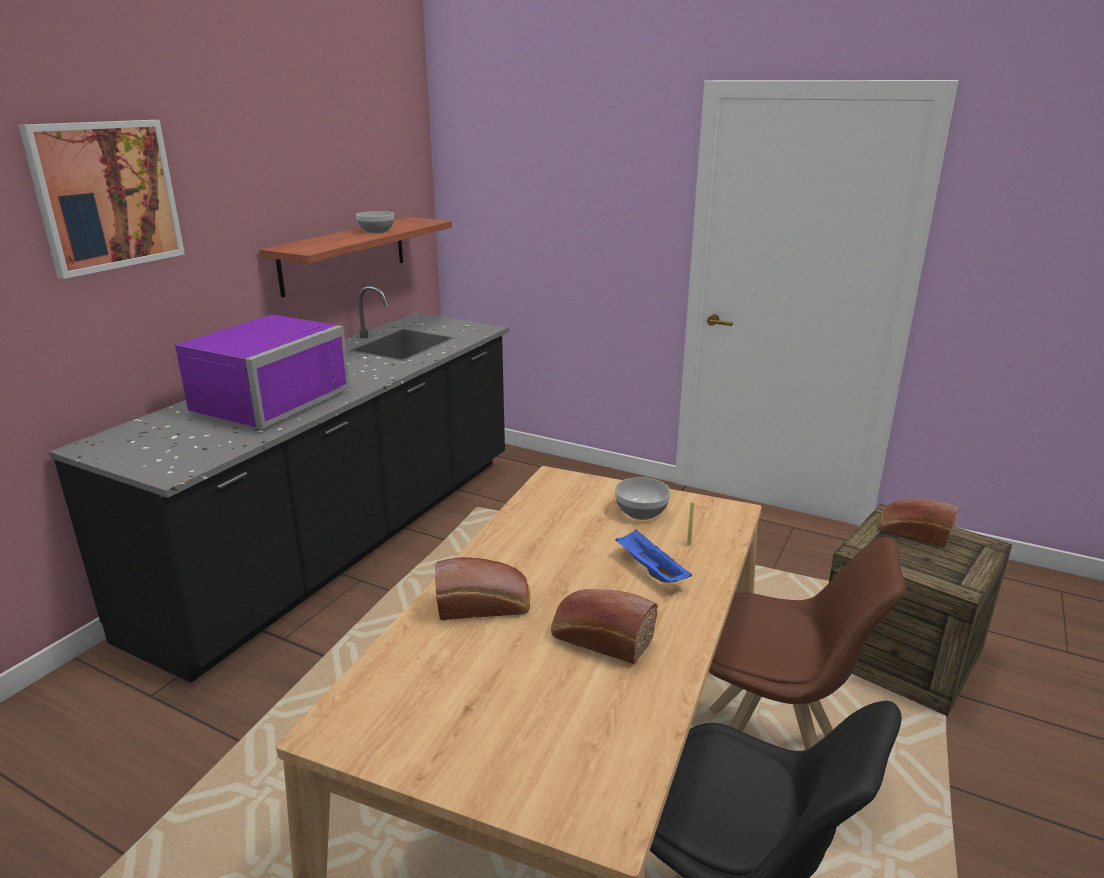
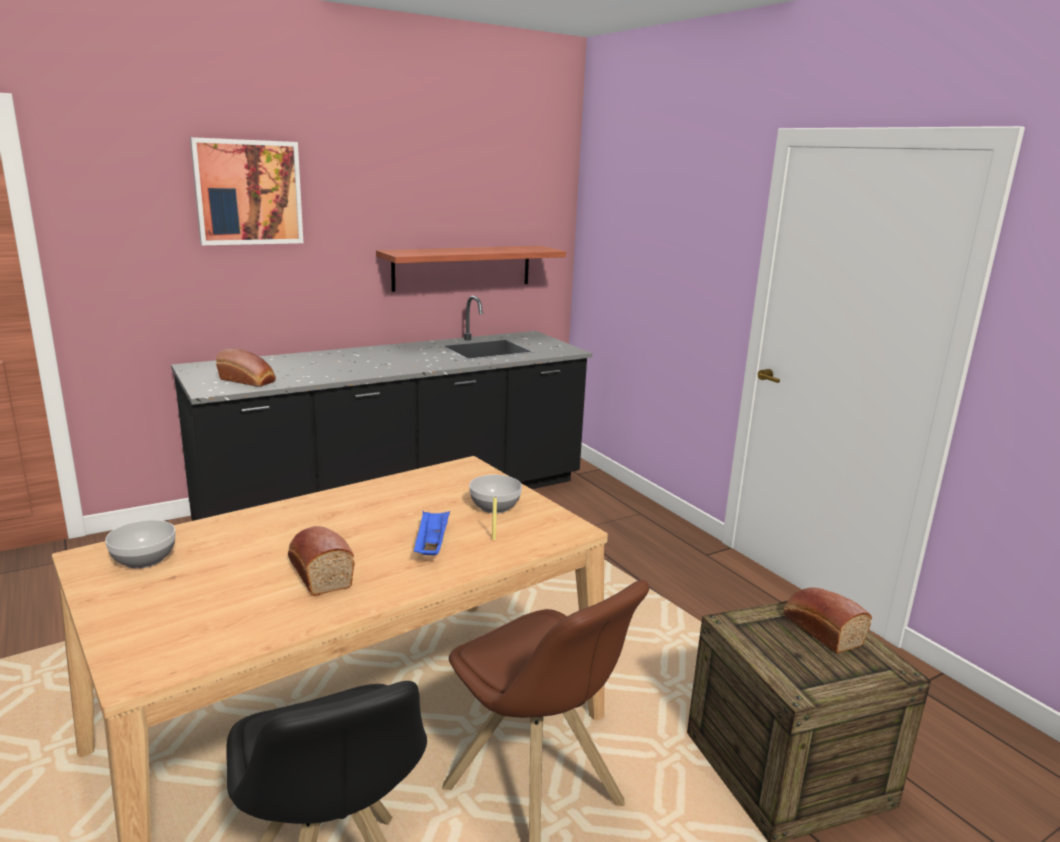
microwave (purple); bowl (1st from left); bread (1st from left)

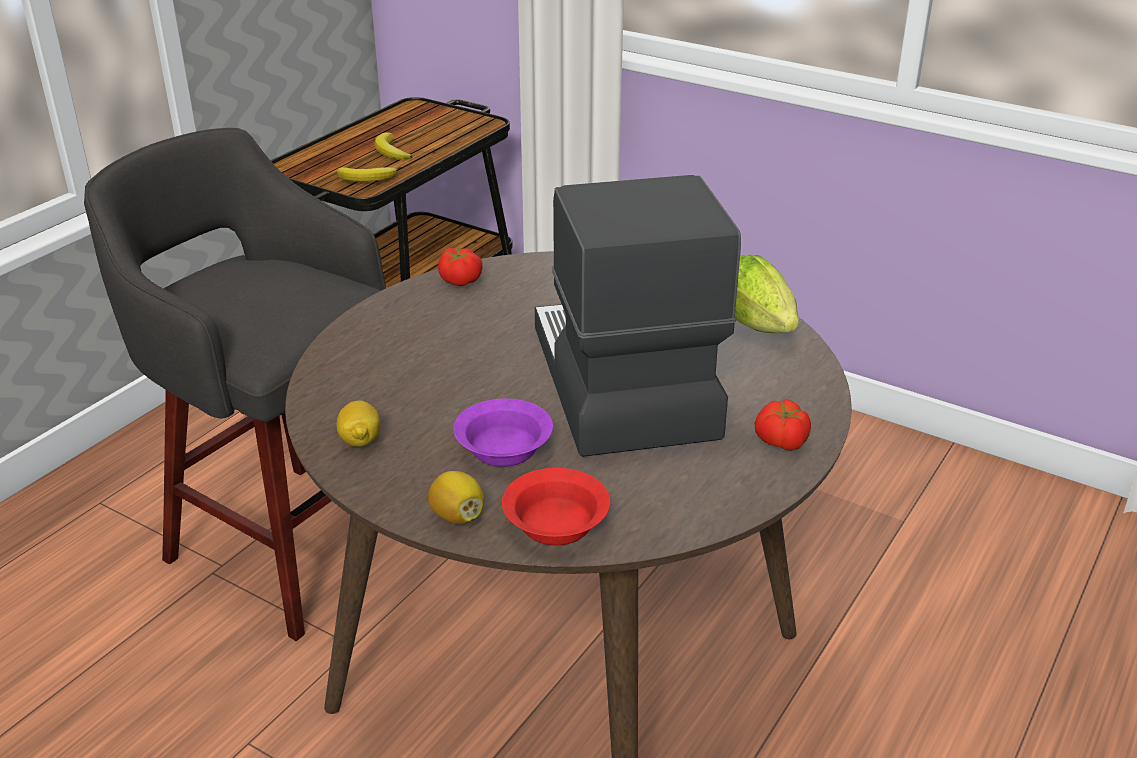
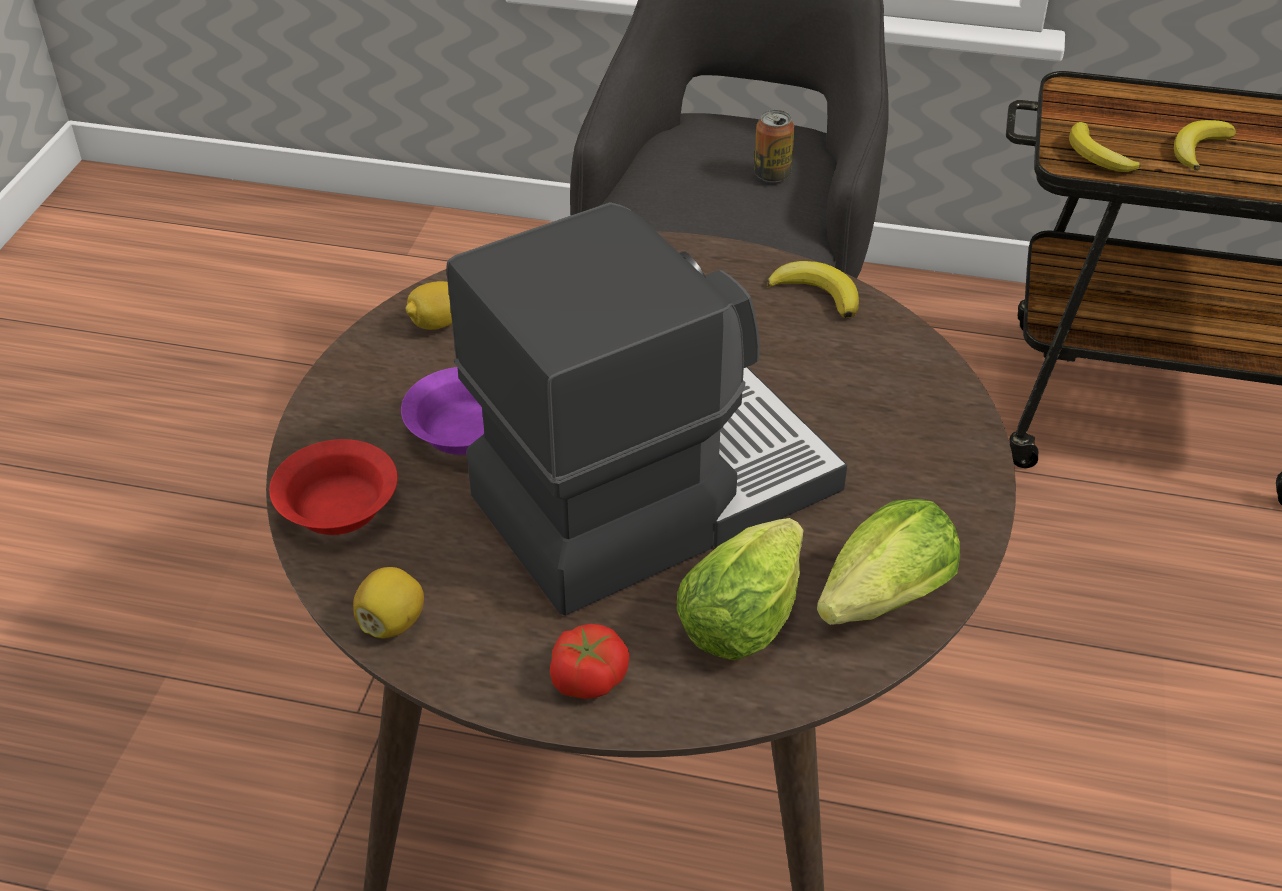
lemon (1st from left); banana (1st from left); lettuce (1st from left); can

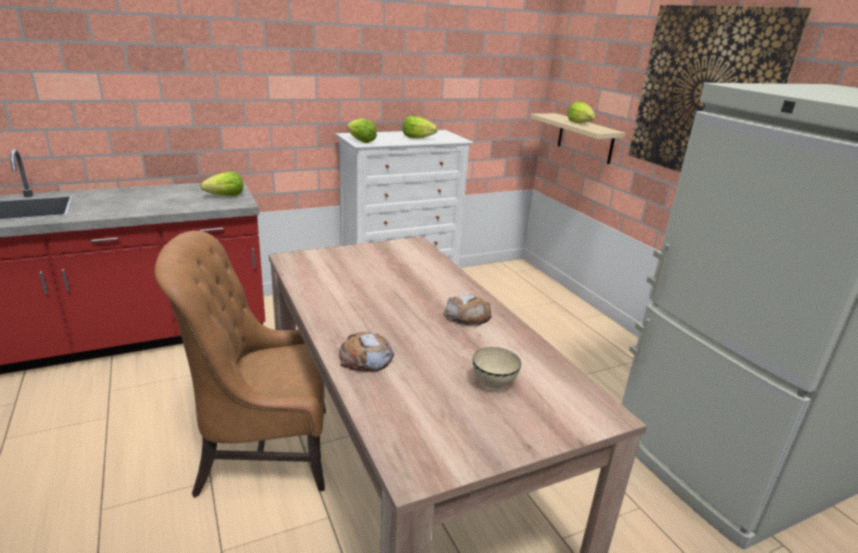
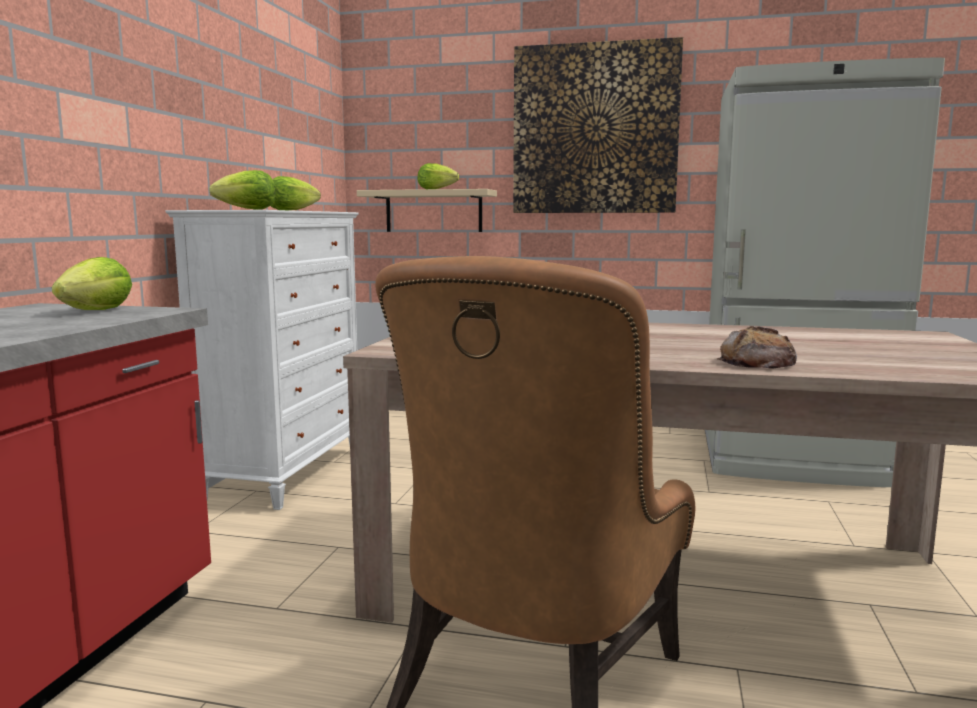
bread (2nd from left in the first image); bowl (beige)

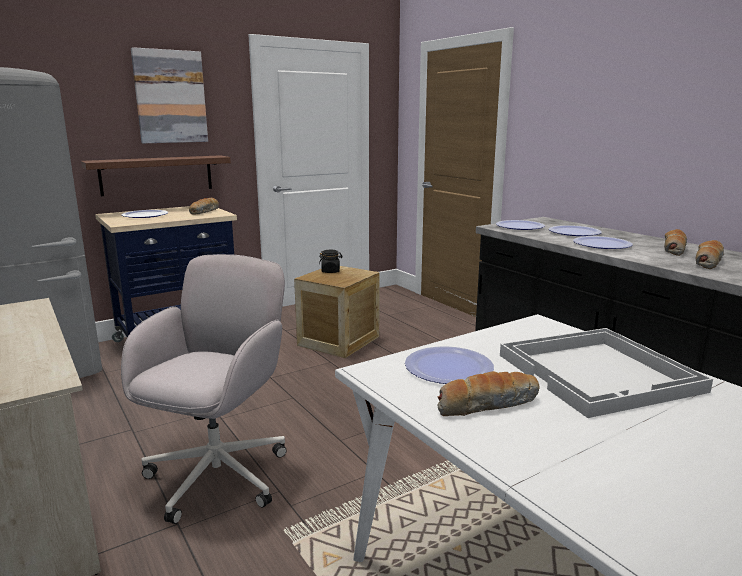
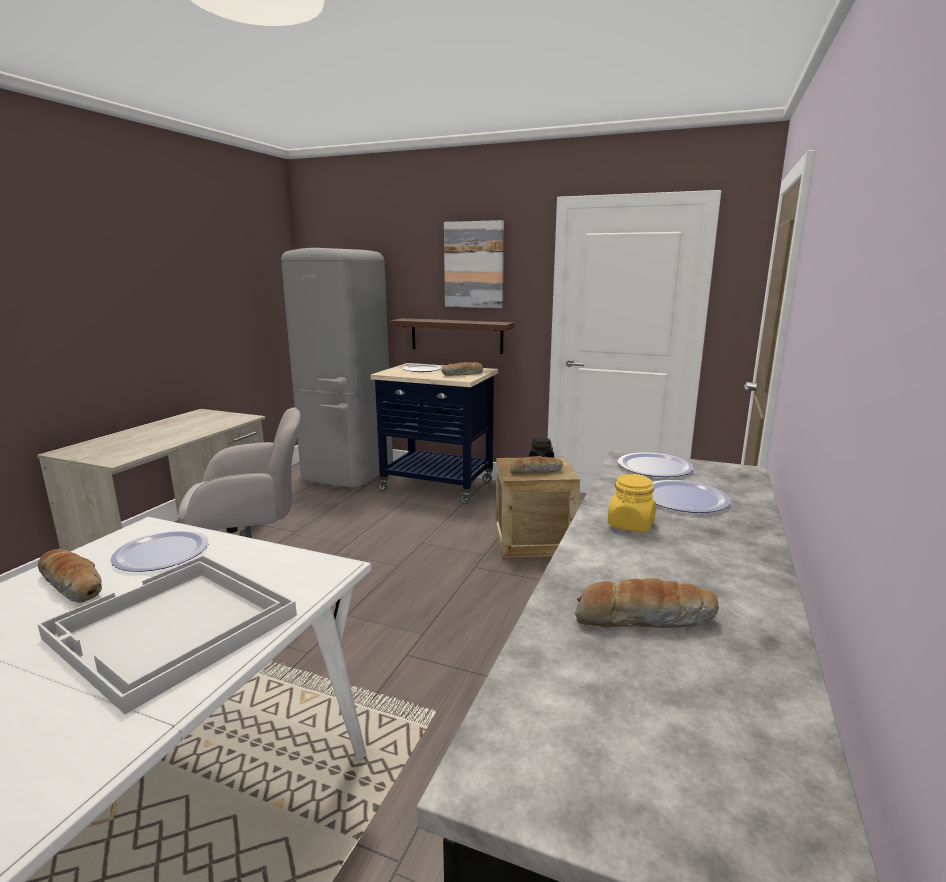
jar (yellow); bread (3rd from left)

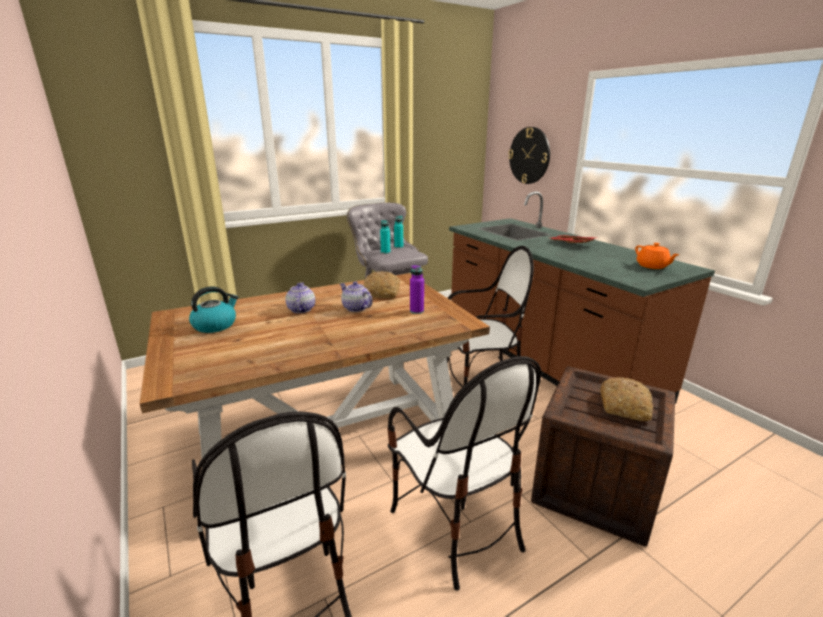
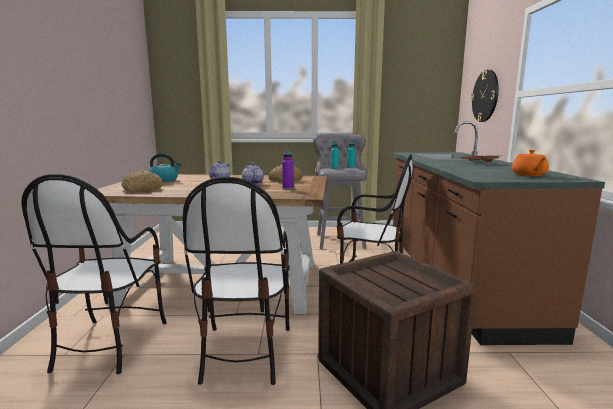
bread (1st from left)

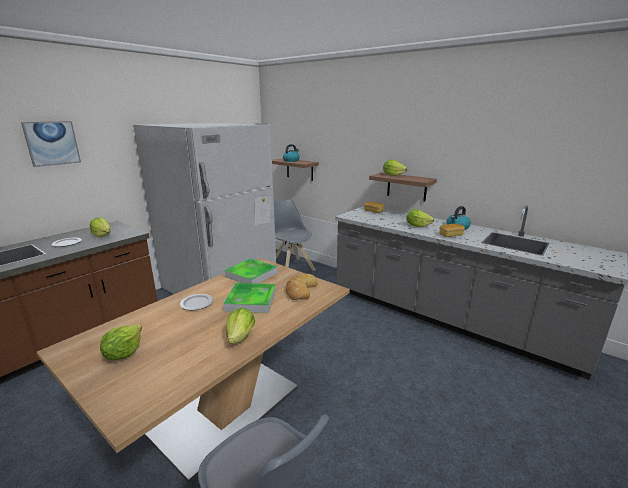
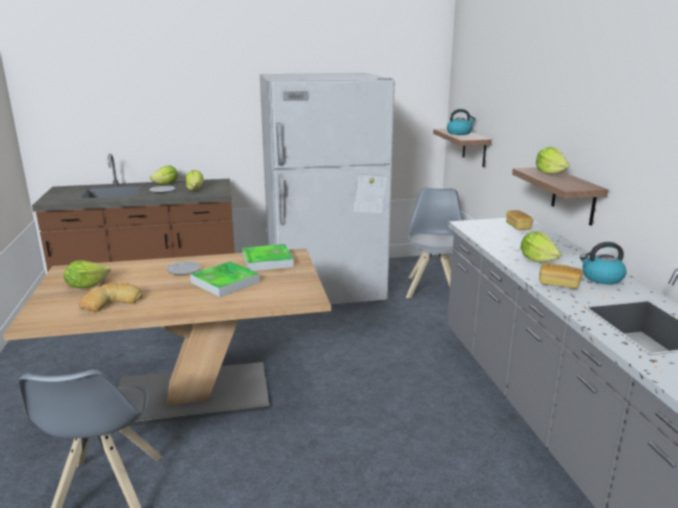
picture; lettuce (2nd from left); bread (1st from left)

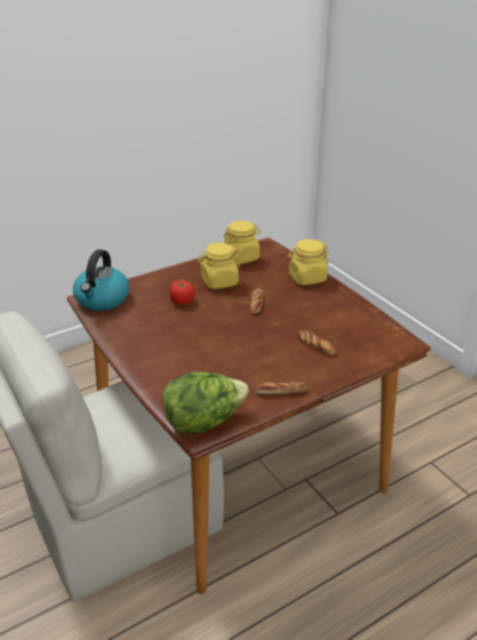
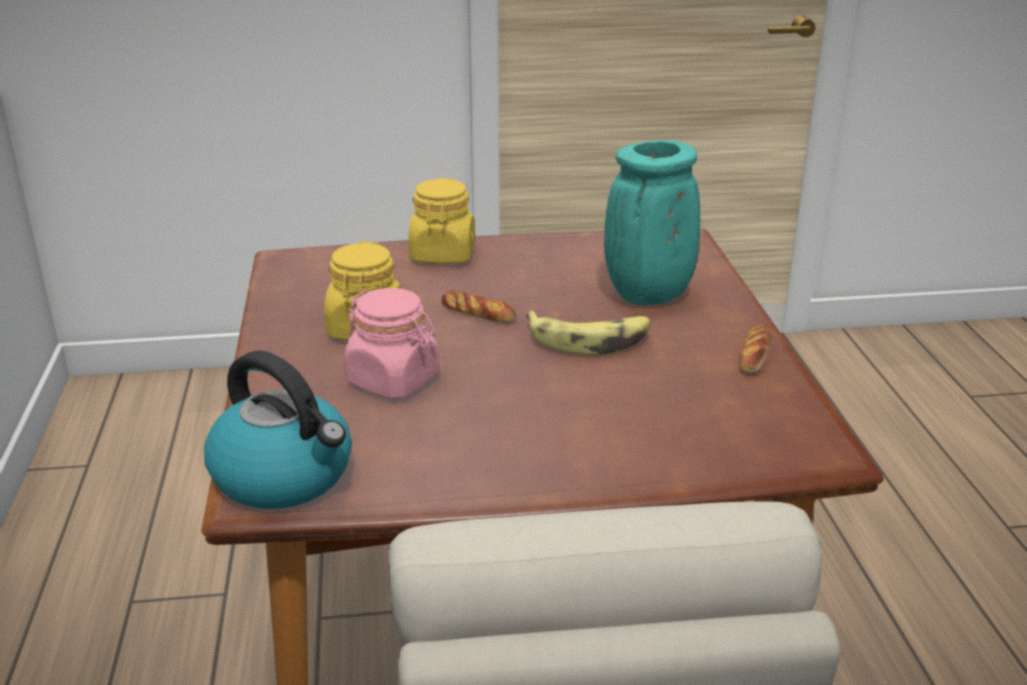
lettuce; jar (pink); jar (yellow) (2nd from left in the first image); vase (turquoise); banana

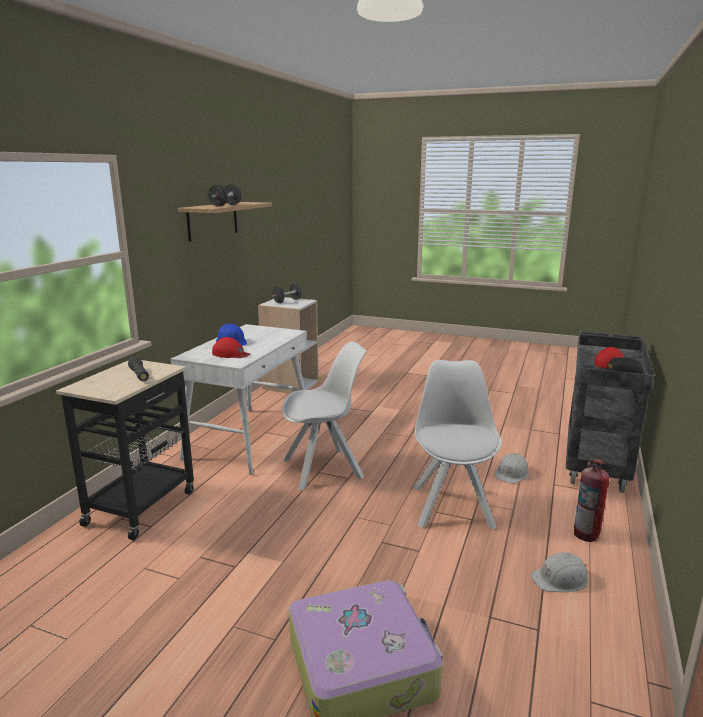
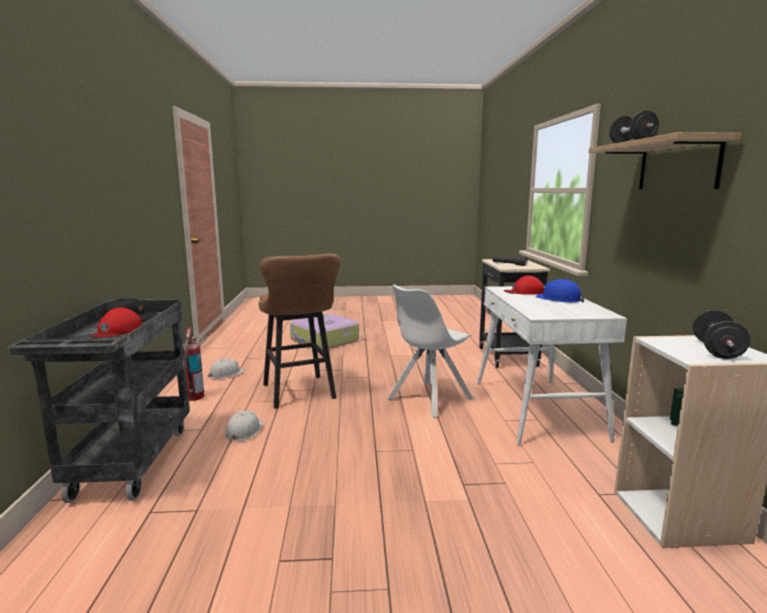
stool (brown)

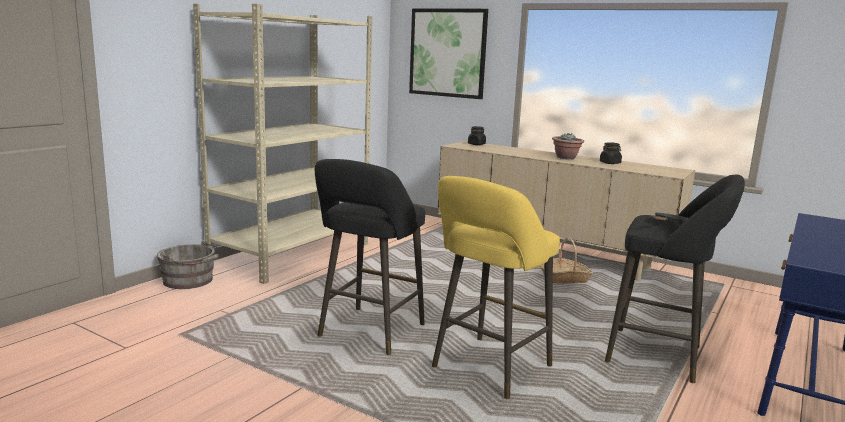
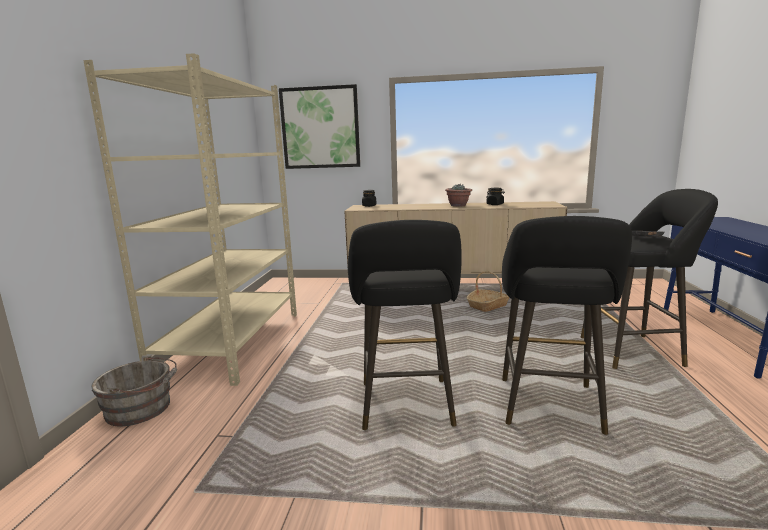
stool (black) (2nd from left)

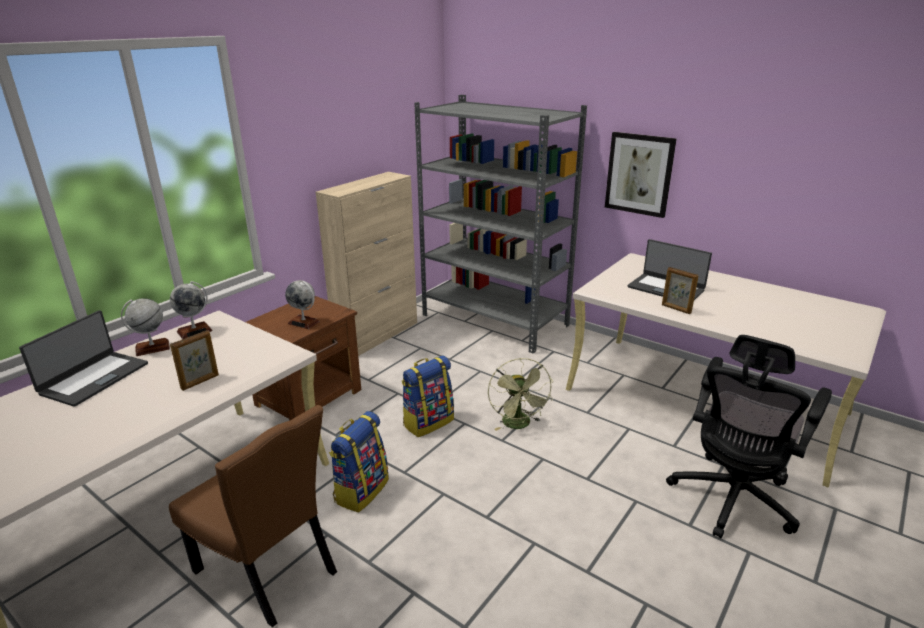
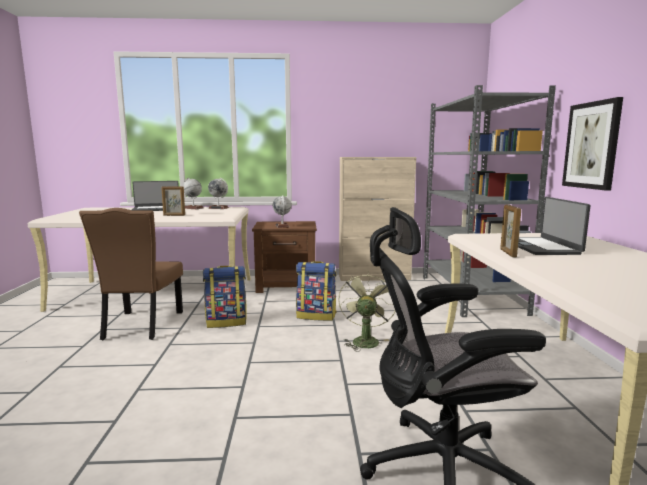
fan (green)

